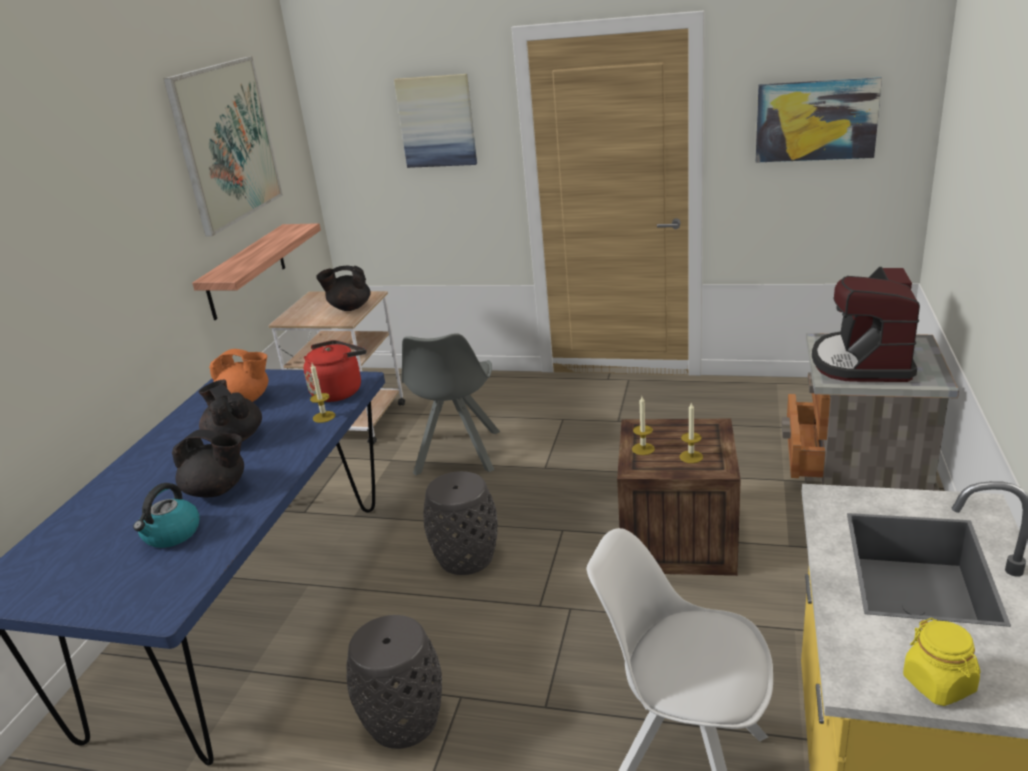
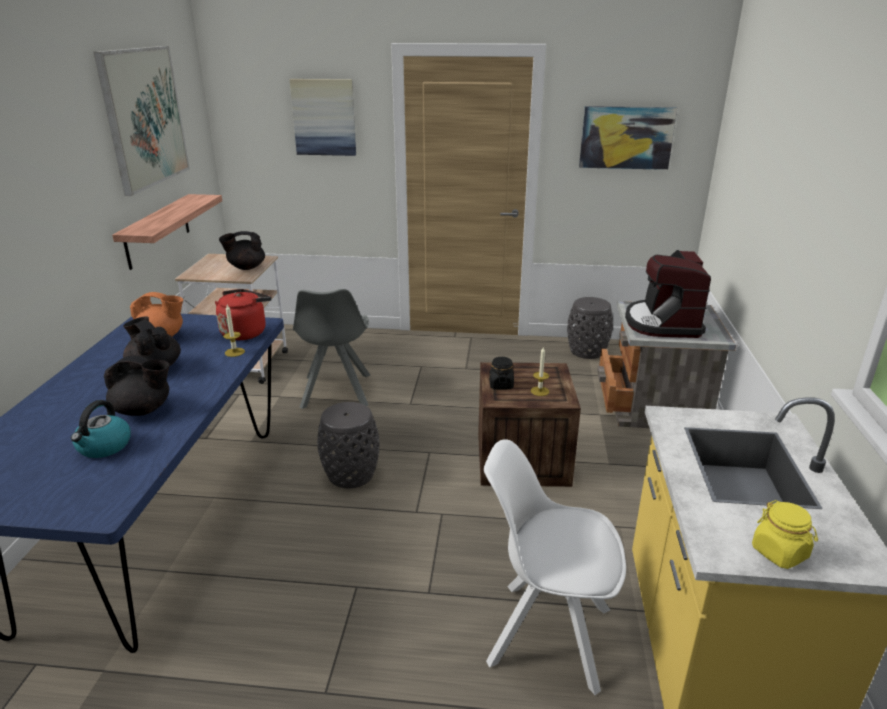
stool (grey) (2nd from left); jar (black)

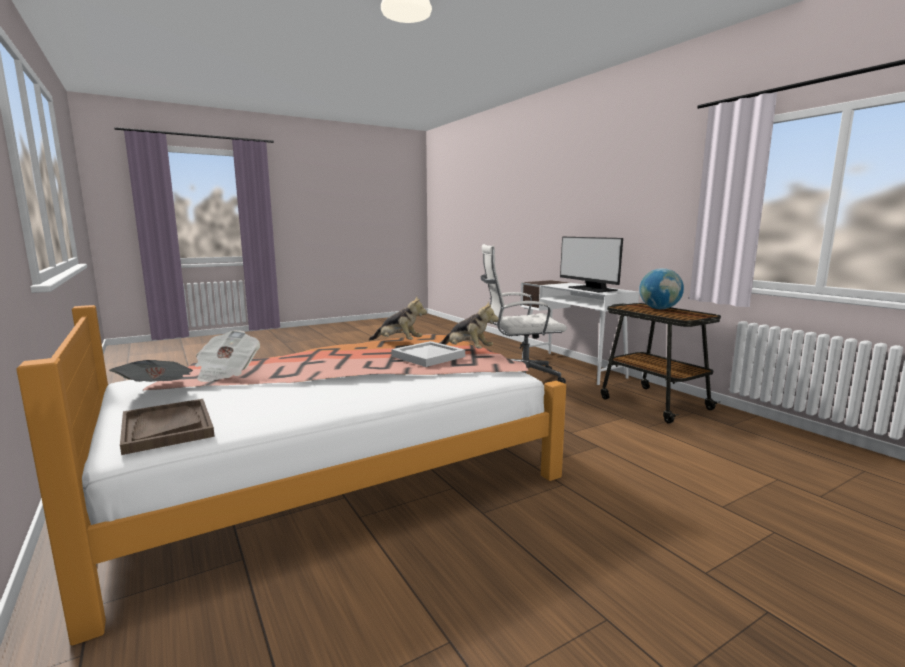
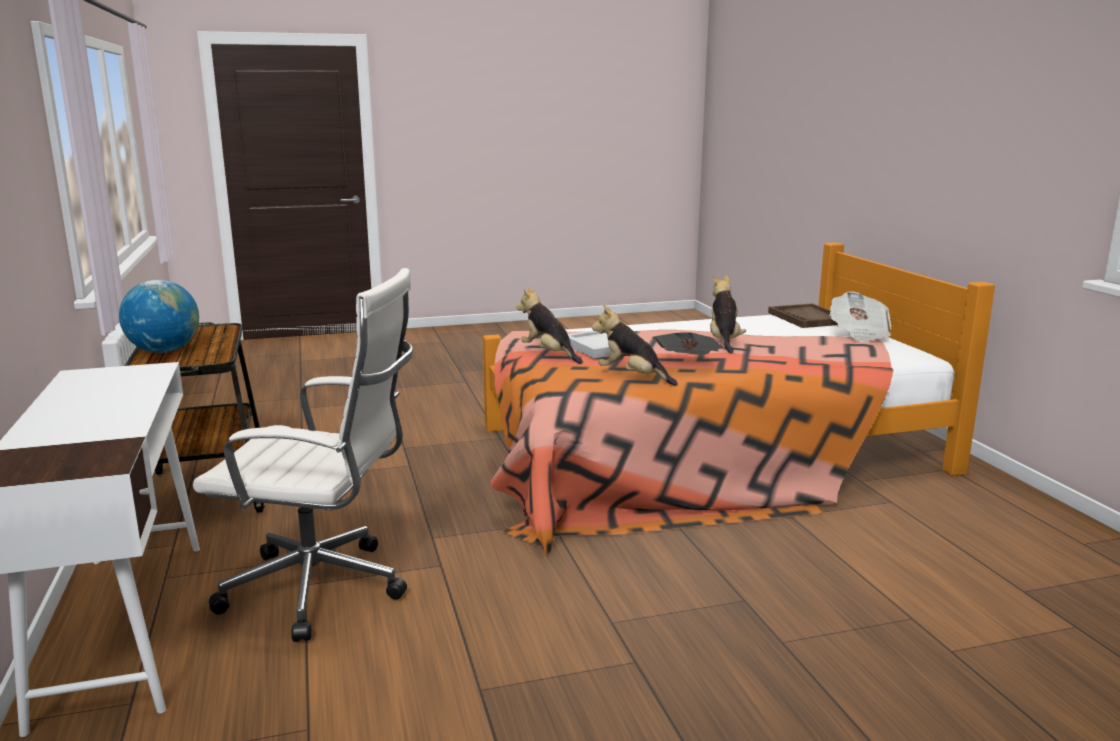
newspaper (1st from left); monitor; plush toy (3rd from left)

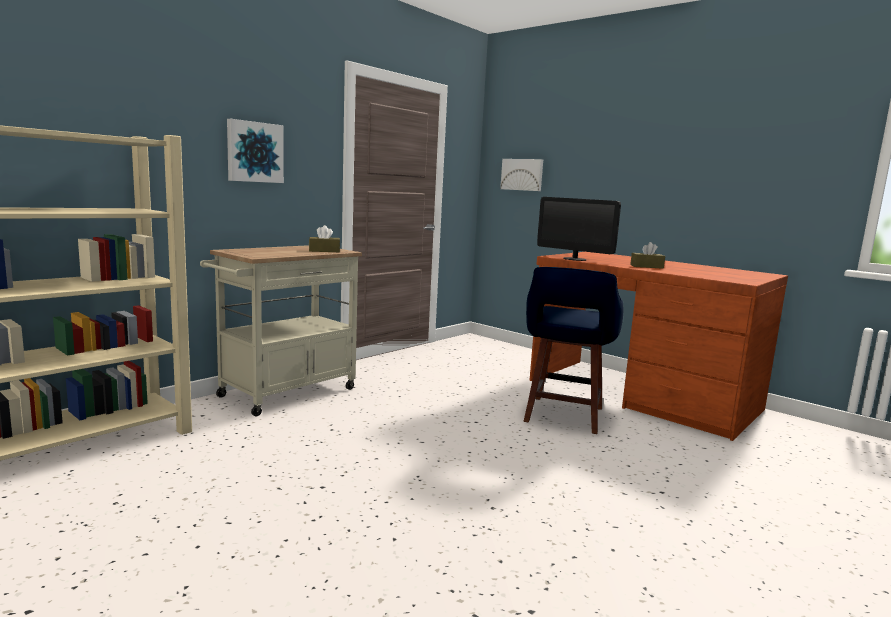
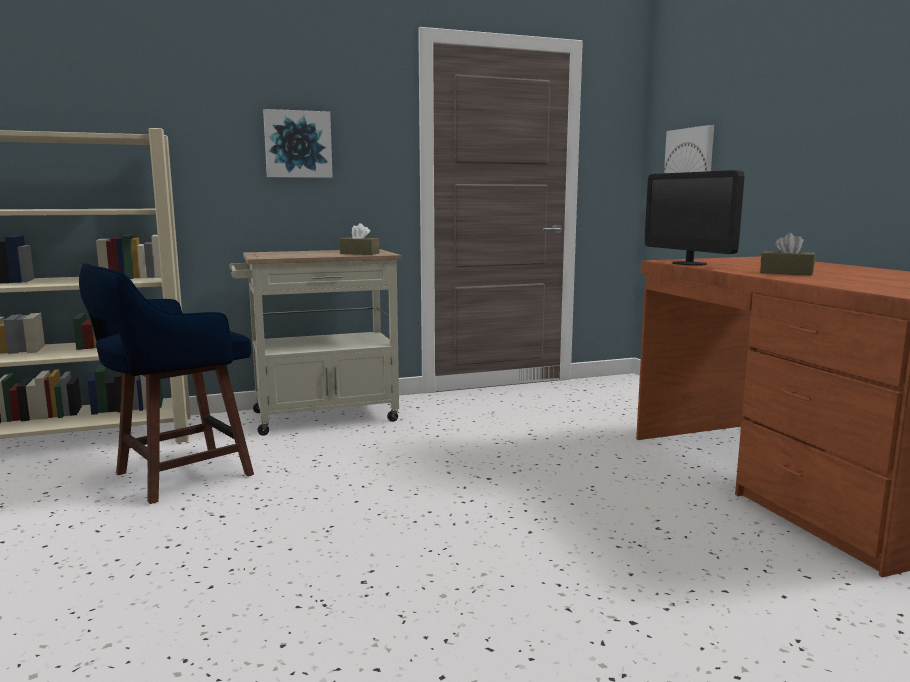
stool (blue)

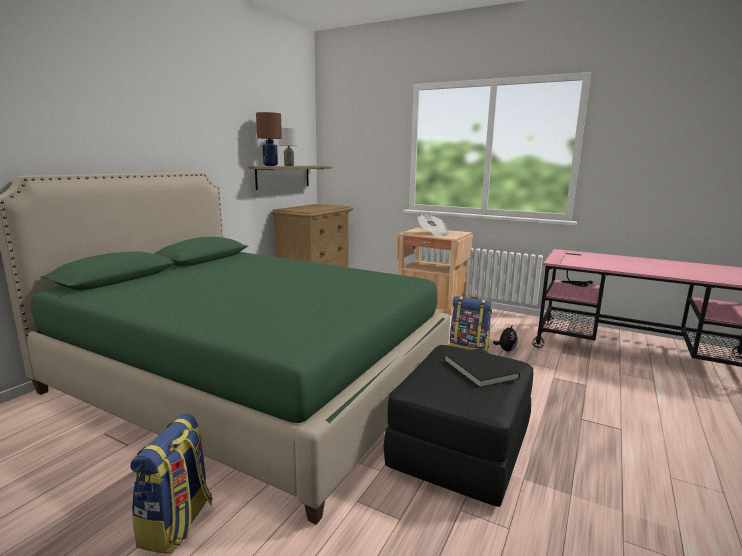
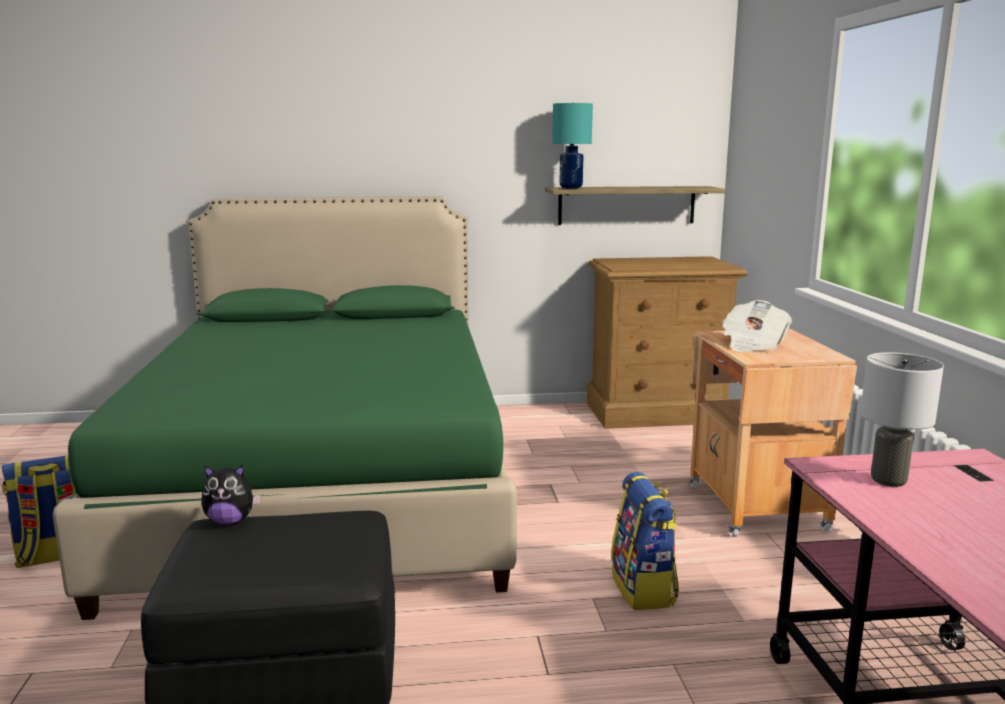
table lamp (turquoise); table lamp (white); book (black); plush toy

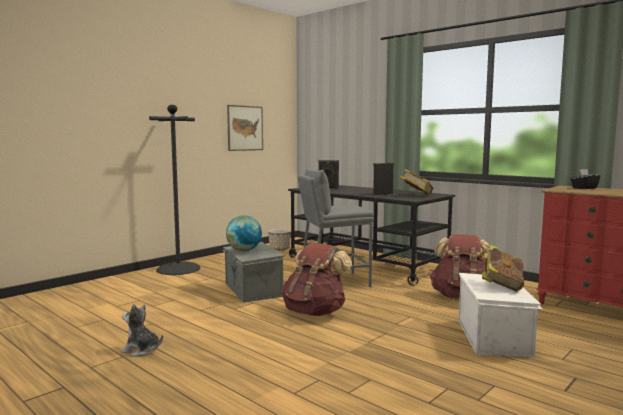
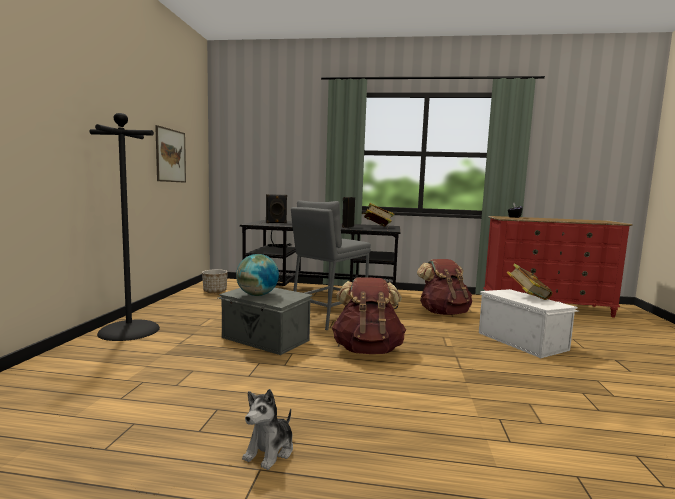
plush toy

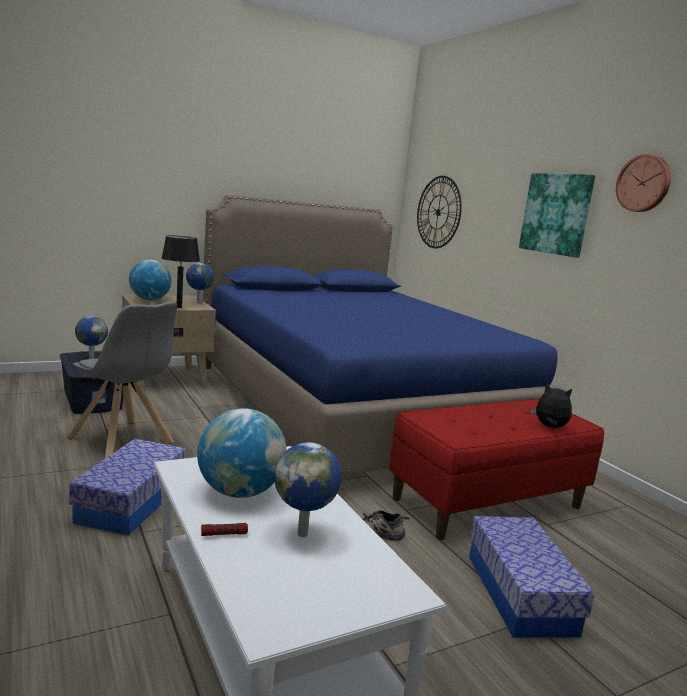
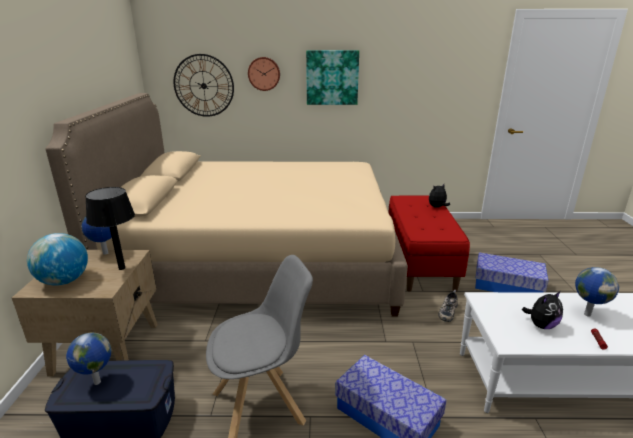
plush toy (2nd from left); bed (beige); wall clock (2nd from left)

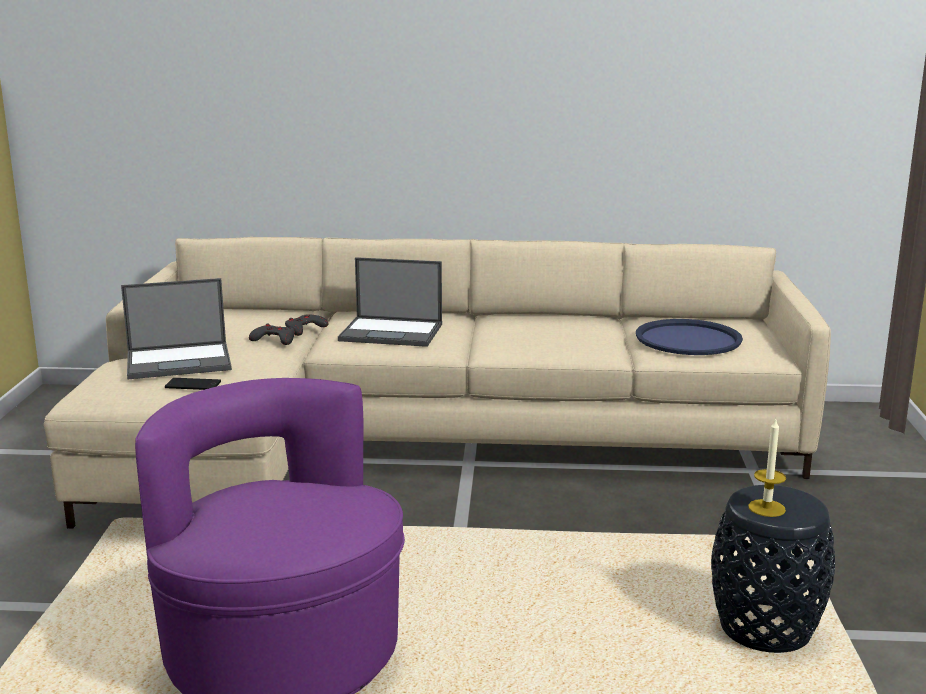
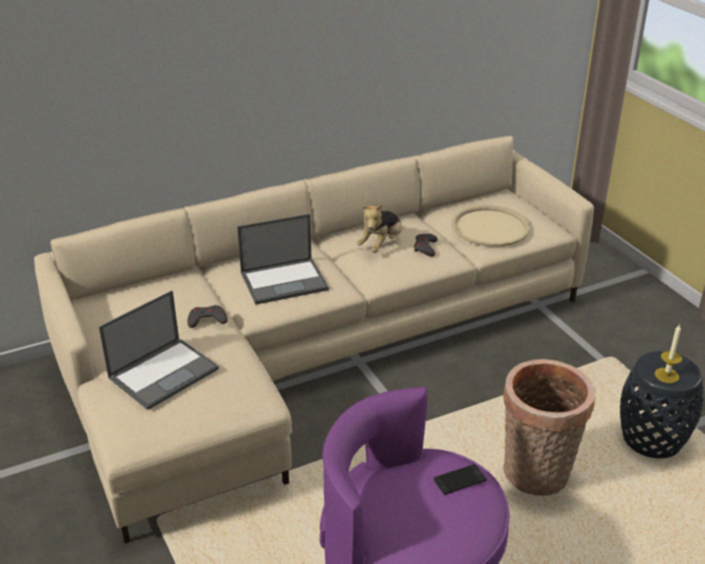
phone; game controller (grey) (2nd from left); tray (beige); plush toy; basket

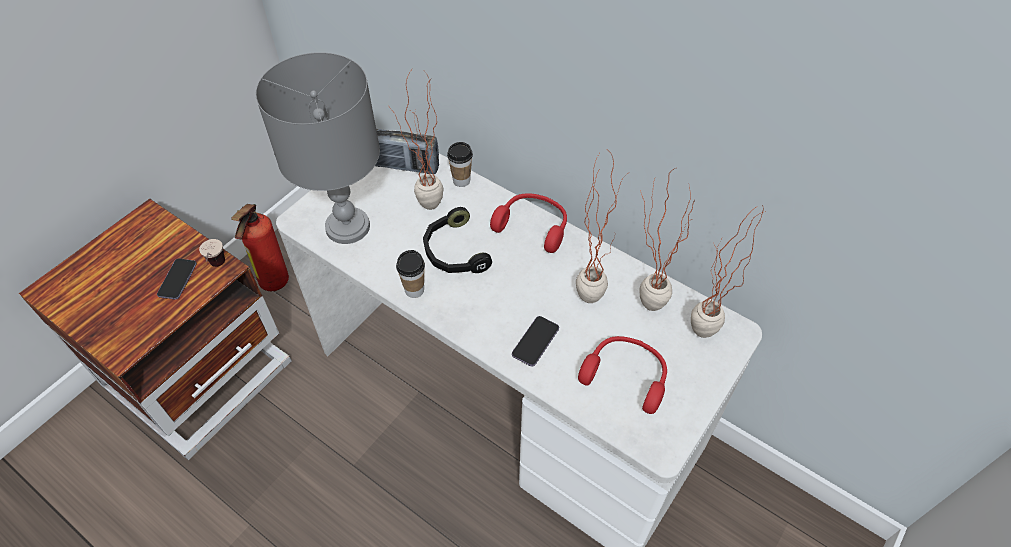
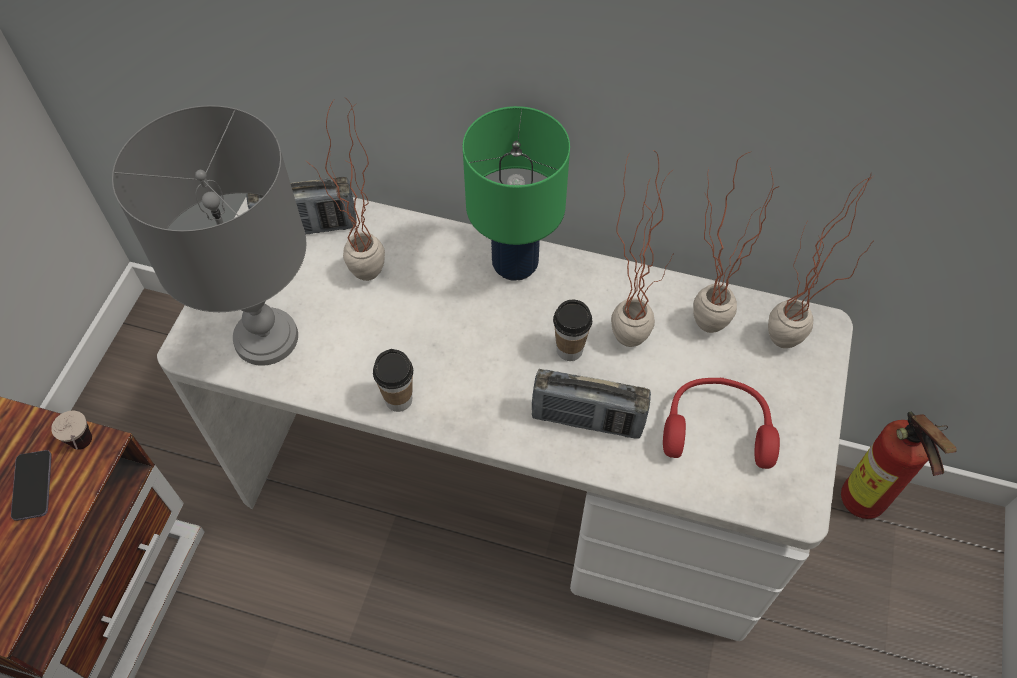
fire extinguisher; headphones (black); cup (3rd from left); table lamp (green); radio (2nd from left)

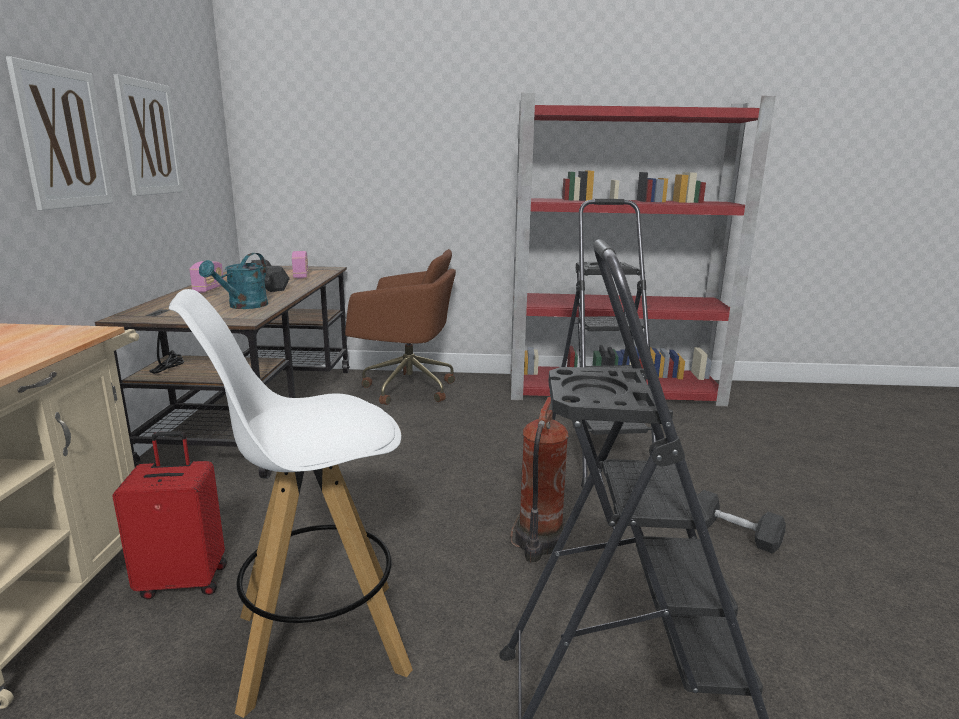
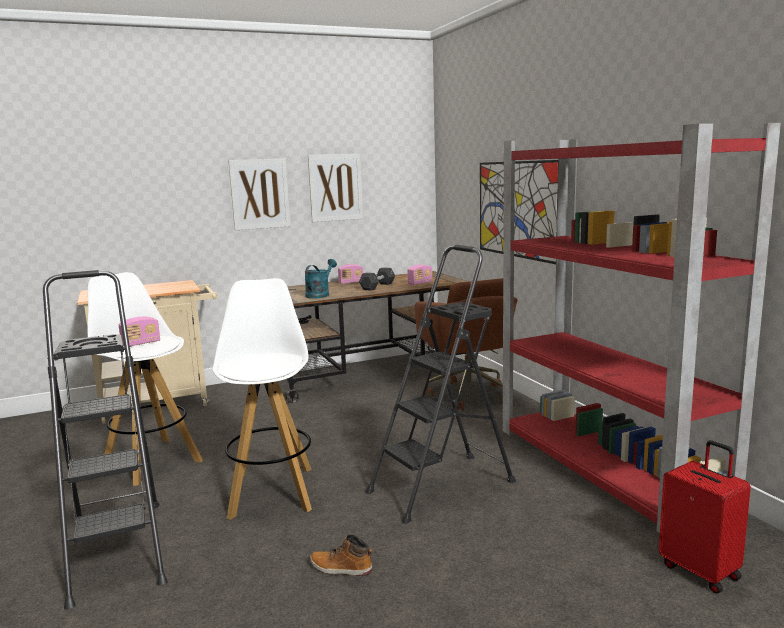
suitcase (red); watering can (turquoise); stool (white) (2nd from left); boot; radio (1st from left); picture (3rd from left)

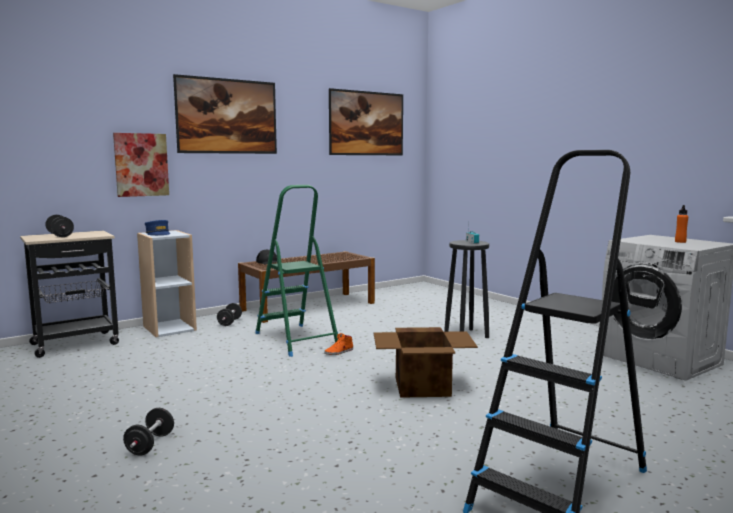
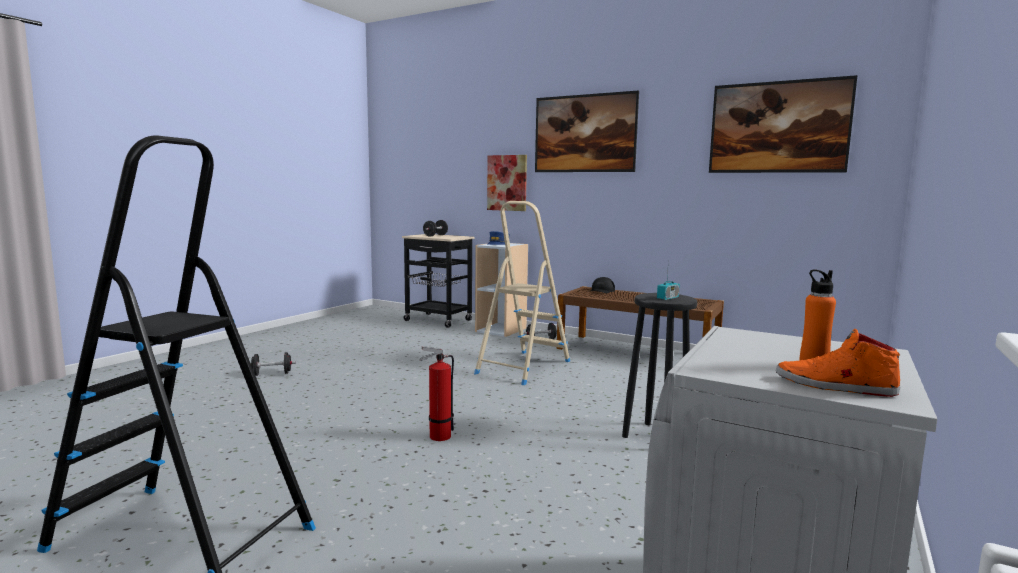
step ladder (beige); shoe (orange); fire extinguisher

